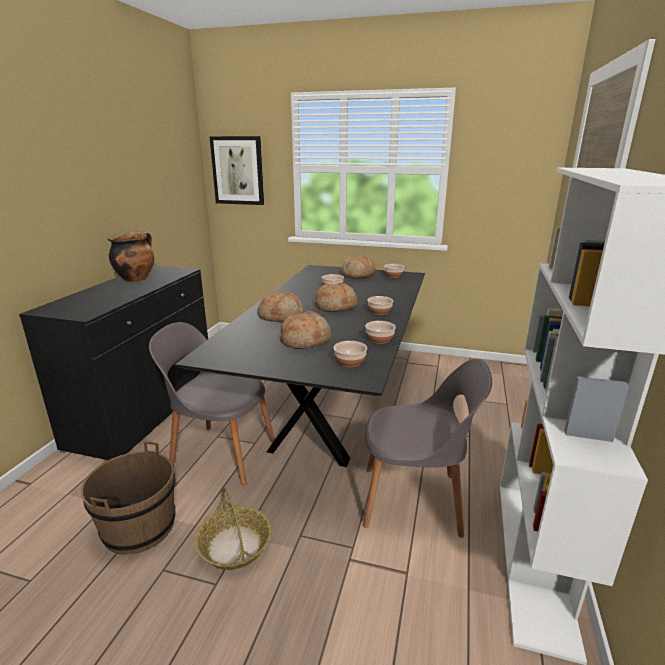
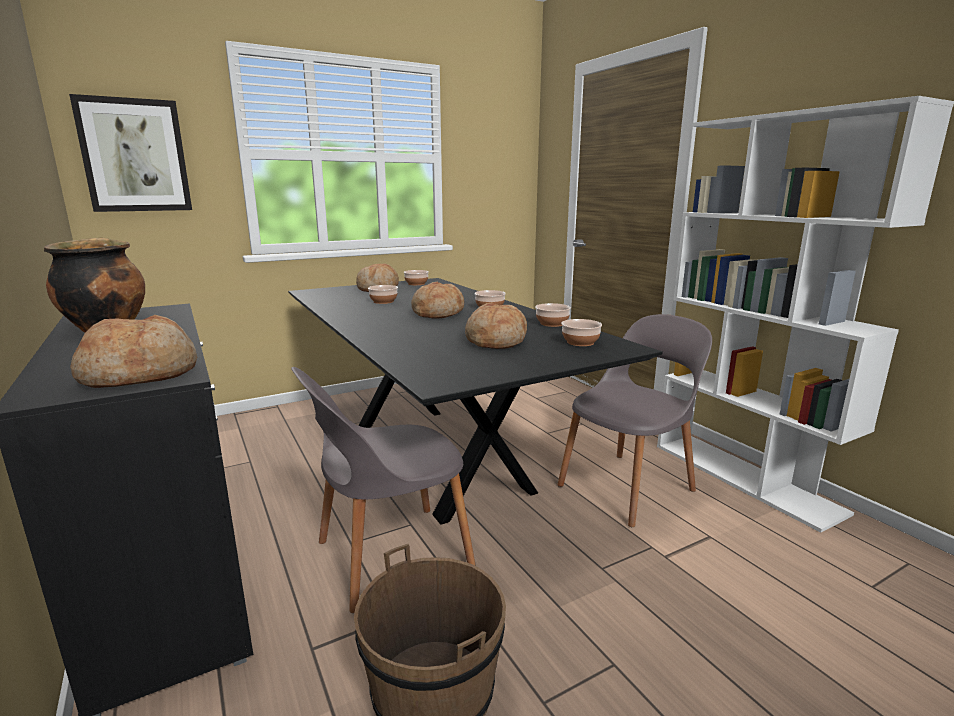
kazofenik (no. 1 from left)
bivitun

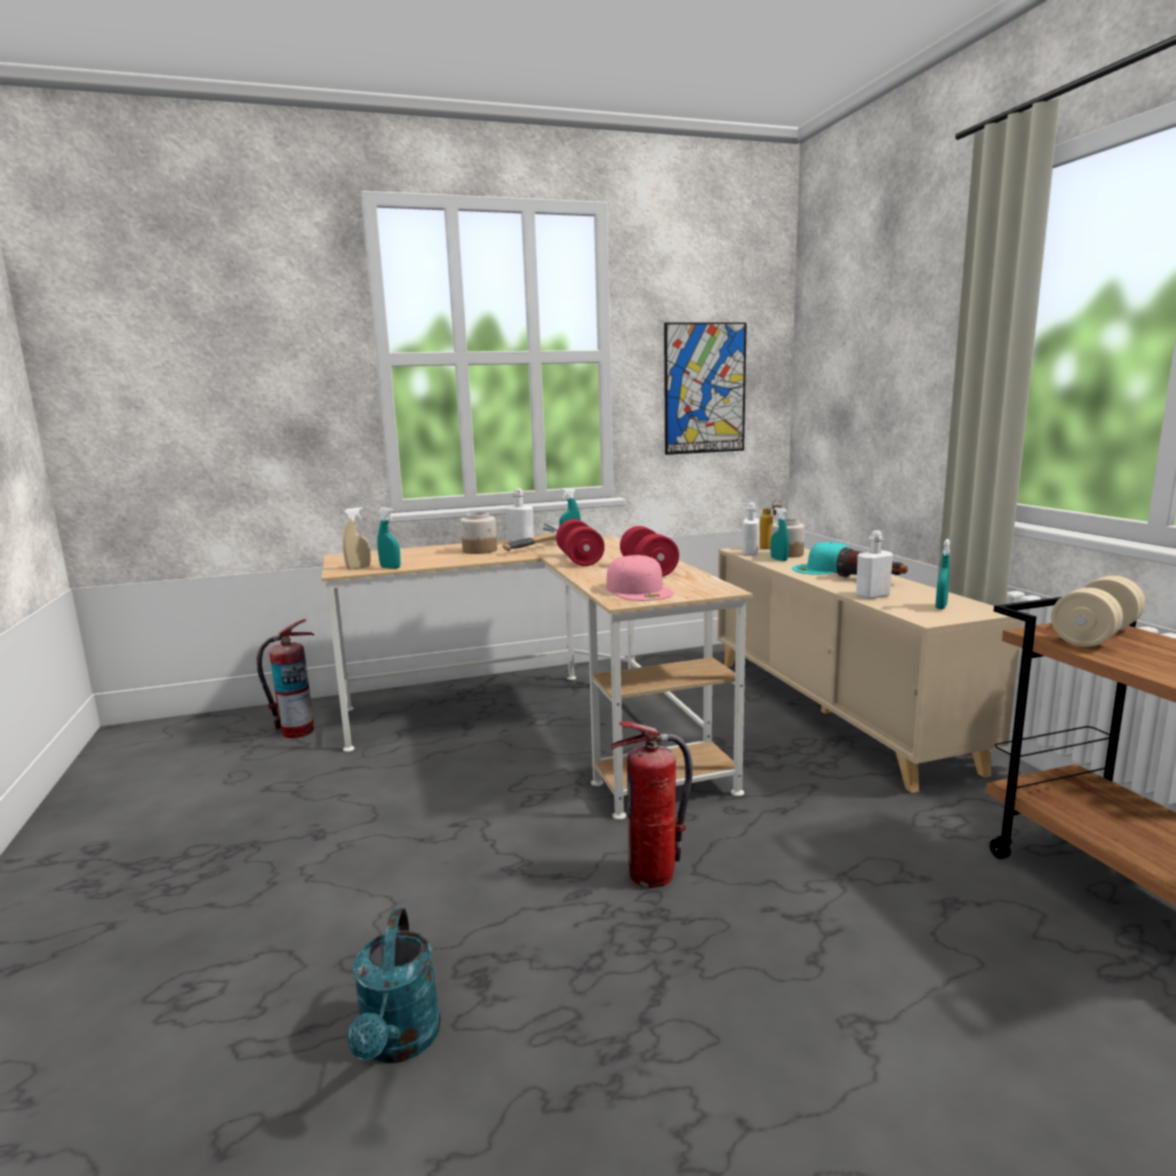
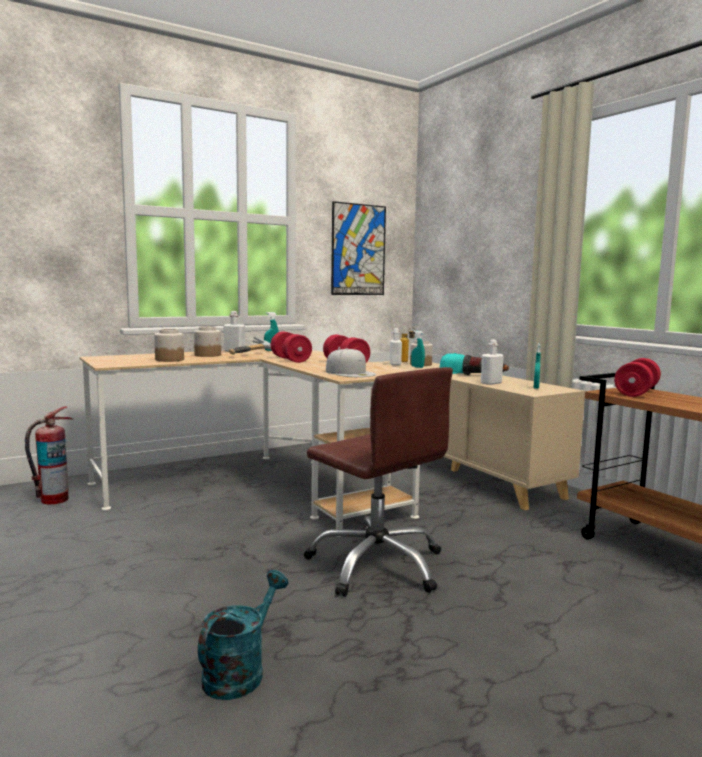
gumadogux (no. 1 from left)
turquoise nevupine
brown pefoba
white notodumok
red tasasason (no. 3 from left)
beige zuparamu
turquoise zuparamu (no. 1 from left in the first image)

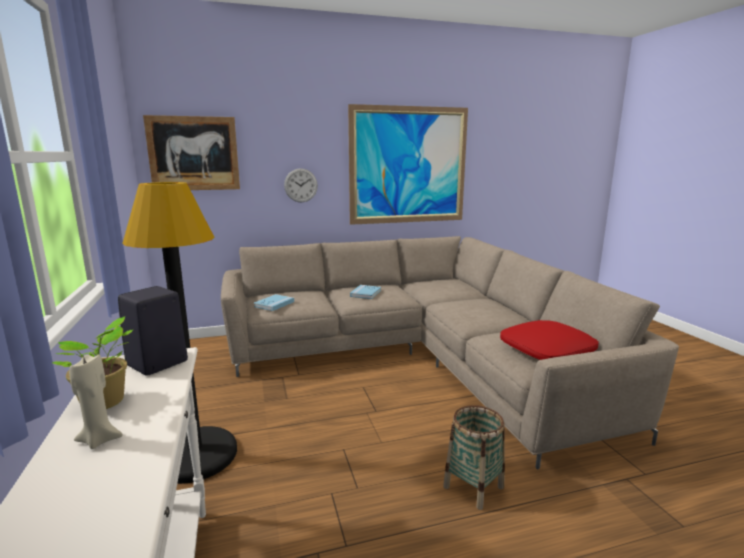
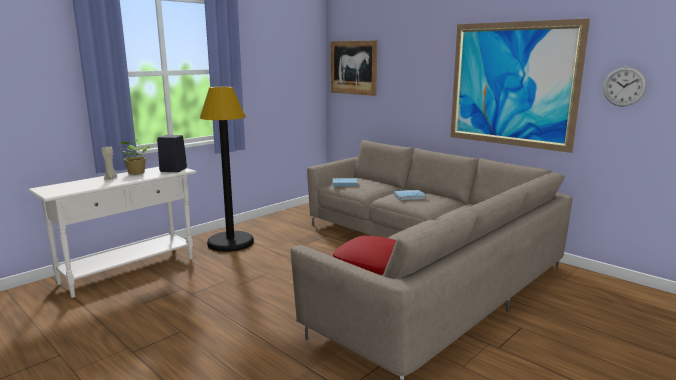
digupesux
bivitun

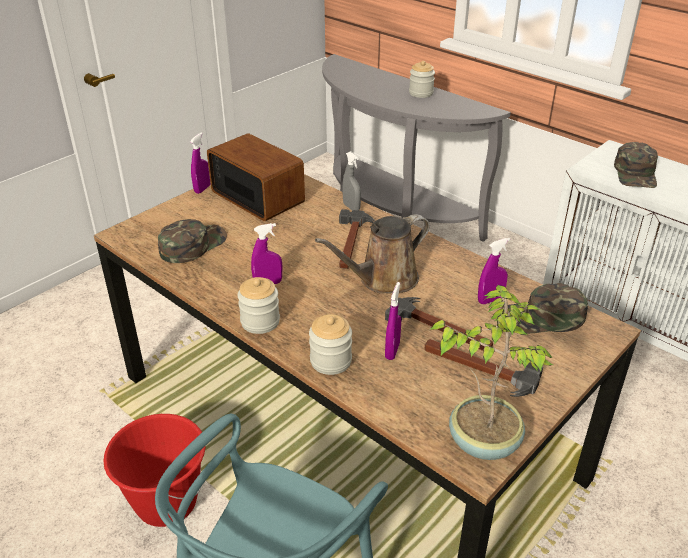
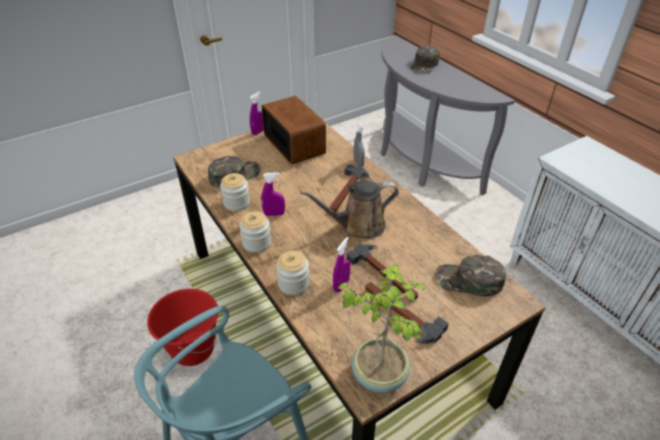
gumadogux (no. 1 from left)
green notodumok (no. 2 from left)
purple zuparamu (no. 4 from left in the first image)

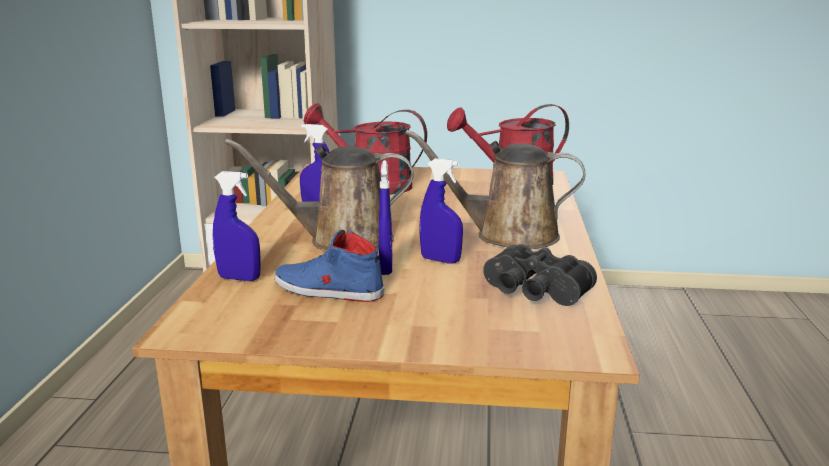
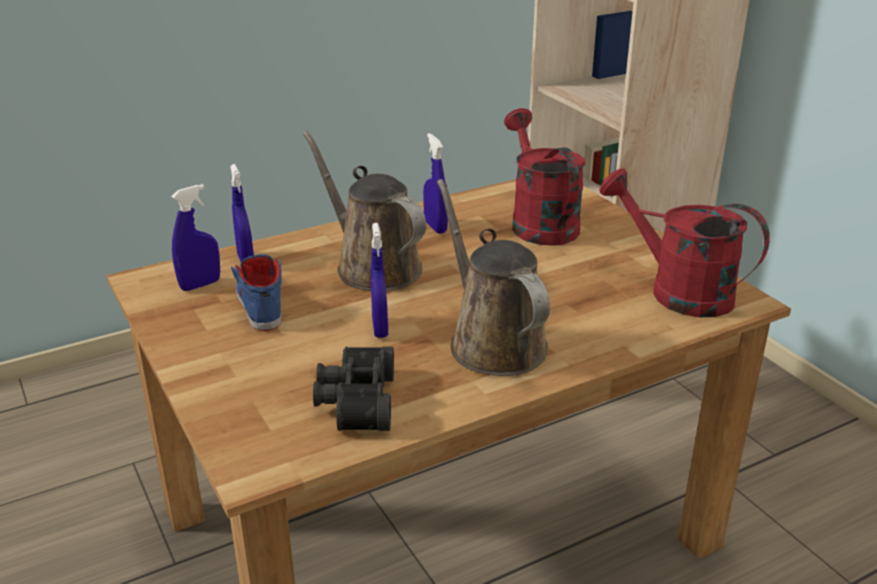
blue zuparamu (no. 1 from left)

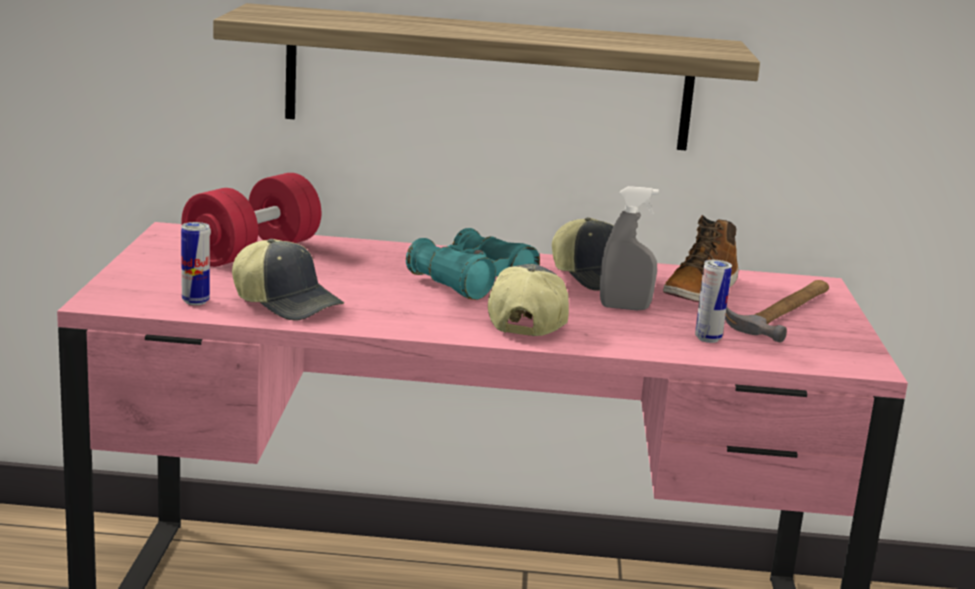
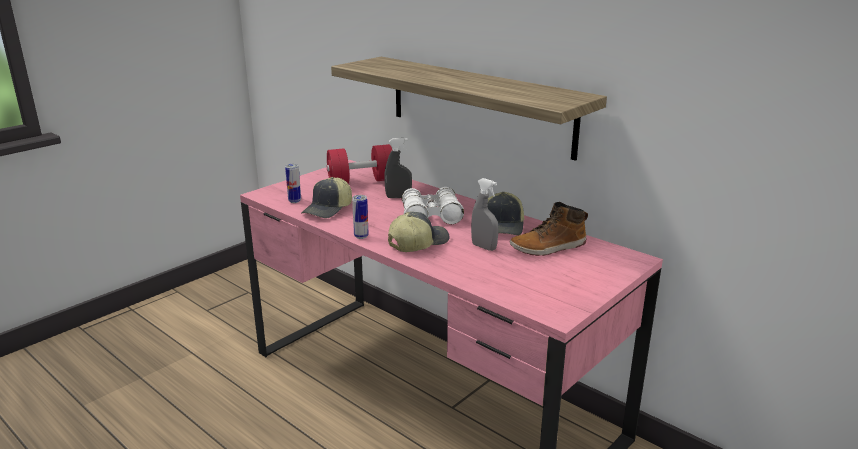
notodumok (no. 1 from left)
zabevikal (no. 2 from left)
grey zuparamu (no. 1 from left)
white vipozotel
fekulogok

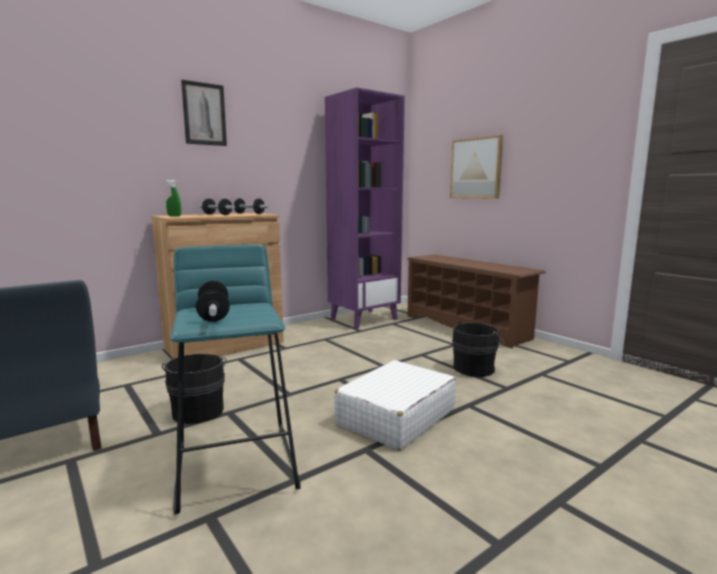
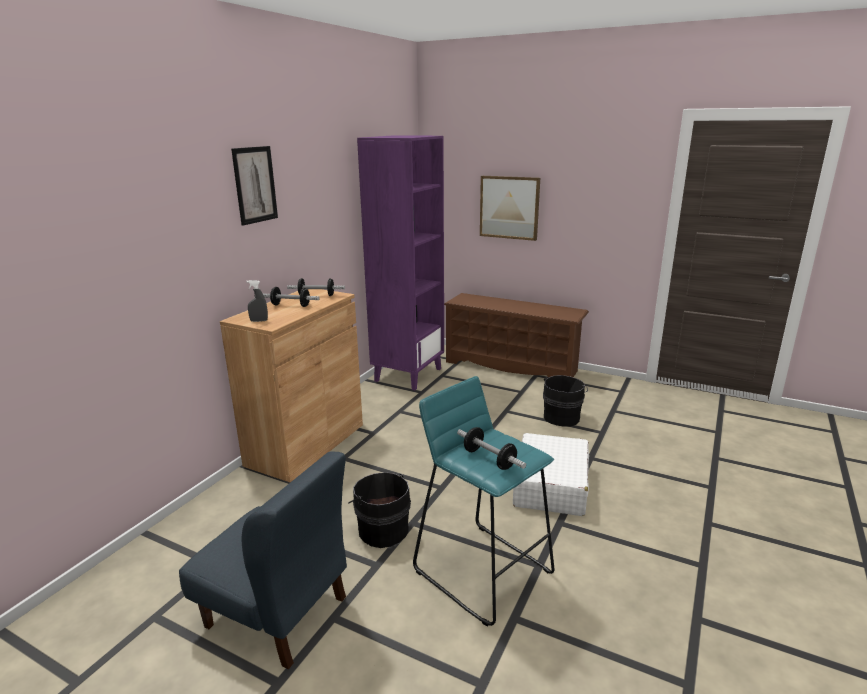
grey zuparamu

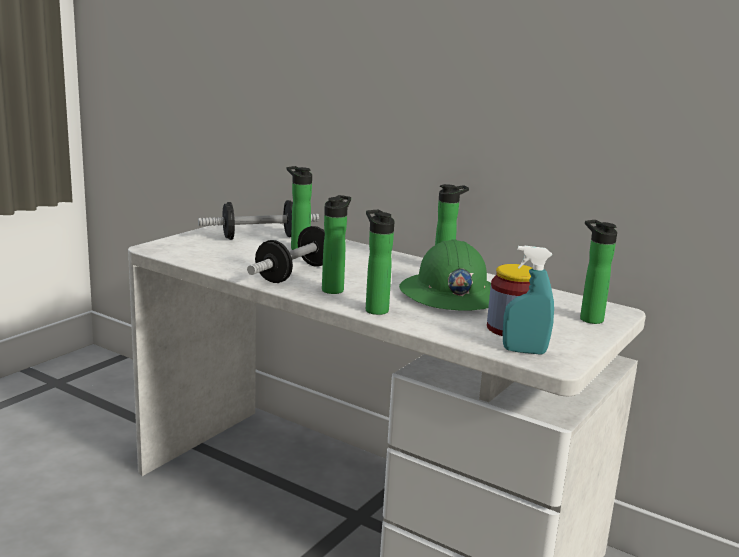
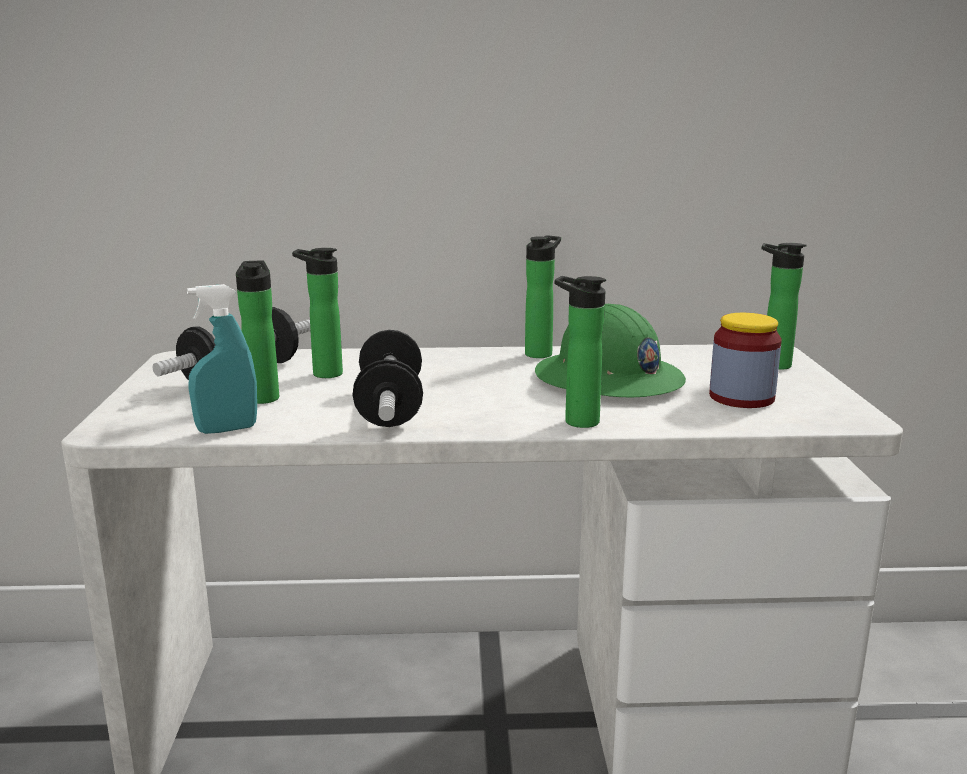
turquoise zuparamu
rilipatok (no. 1 from left)

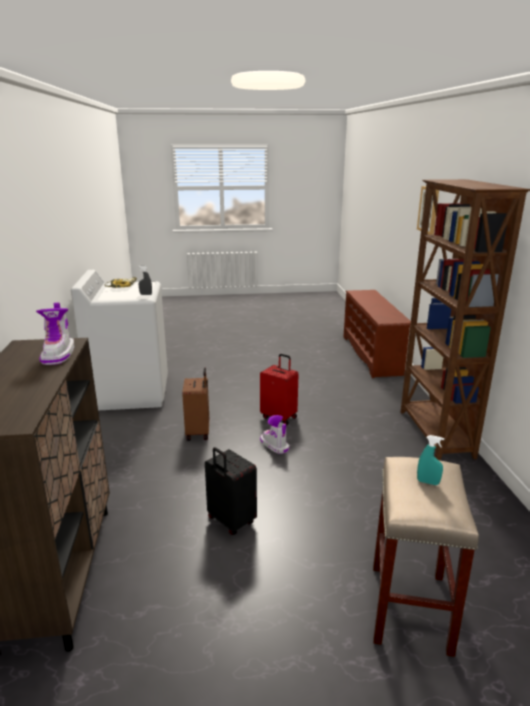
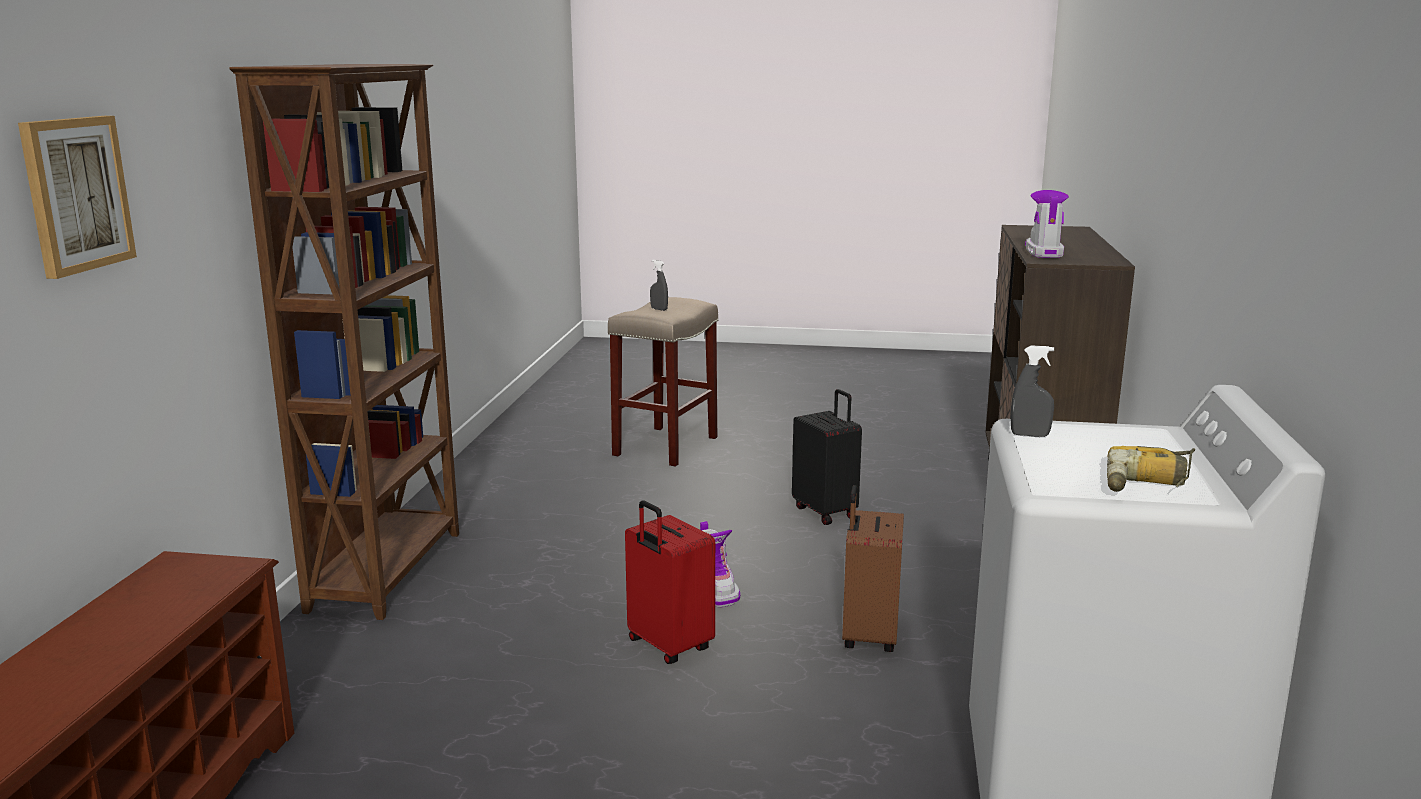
grey zuparamu (no. 1 from left)

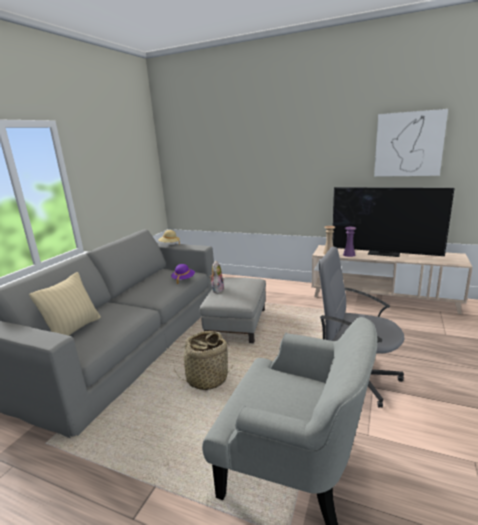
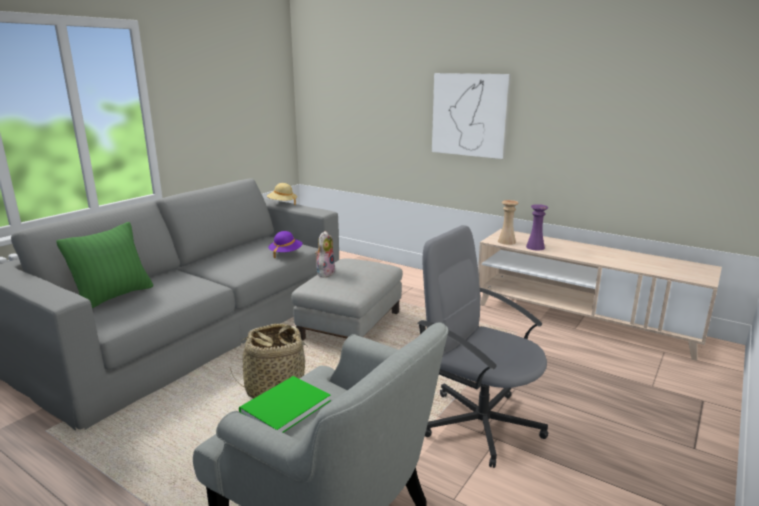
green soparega
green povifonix
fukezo
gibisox

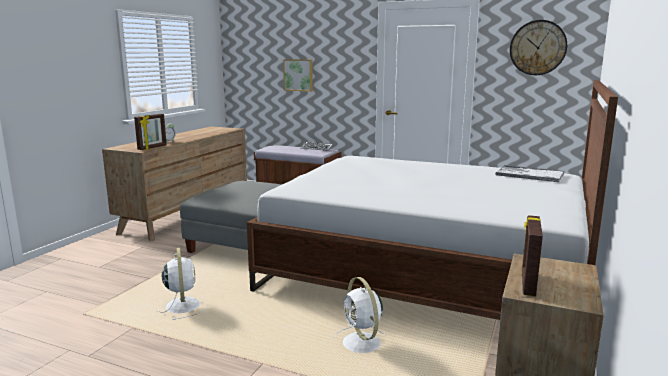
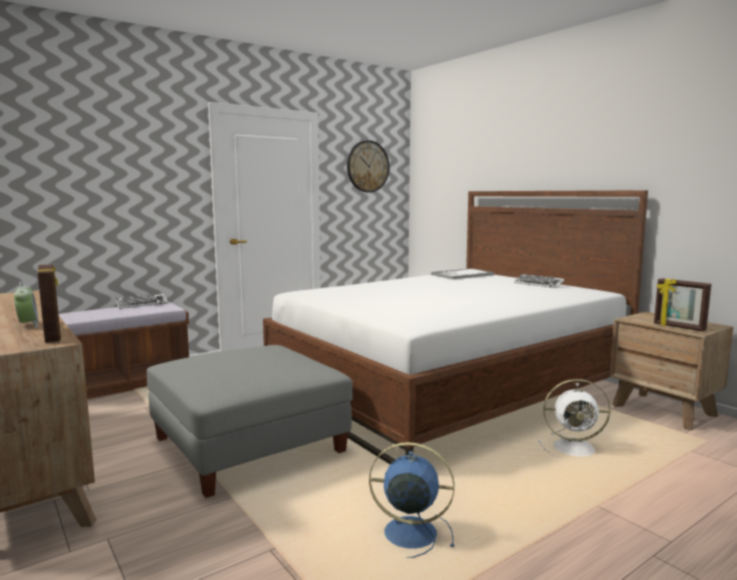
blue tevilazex
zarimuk (no. 2 from left)
fukezo

